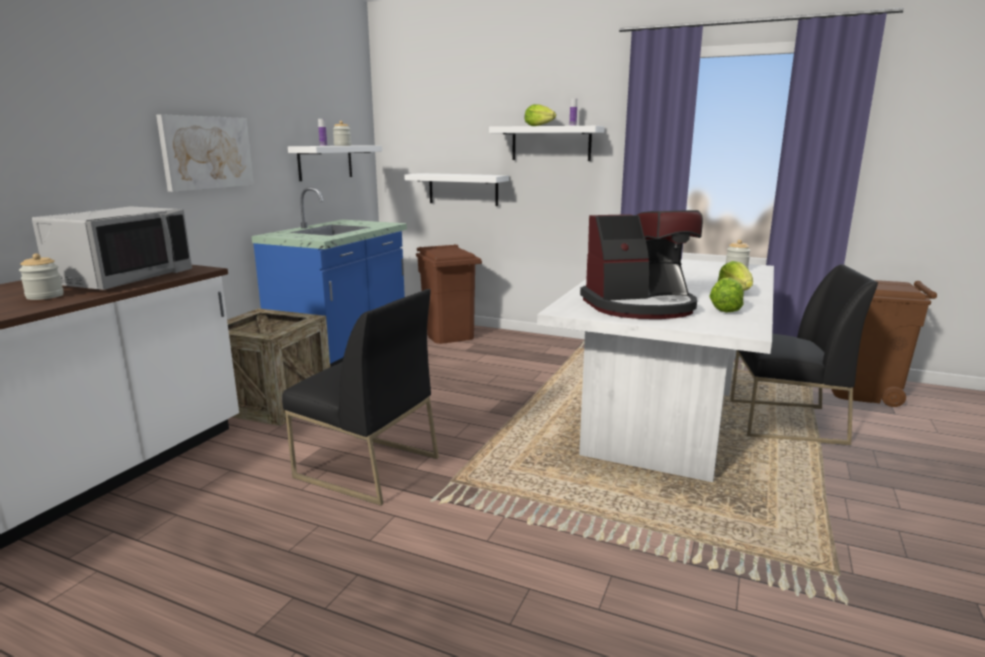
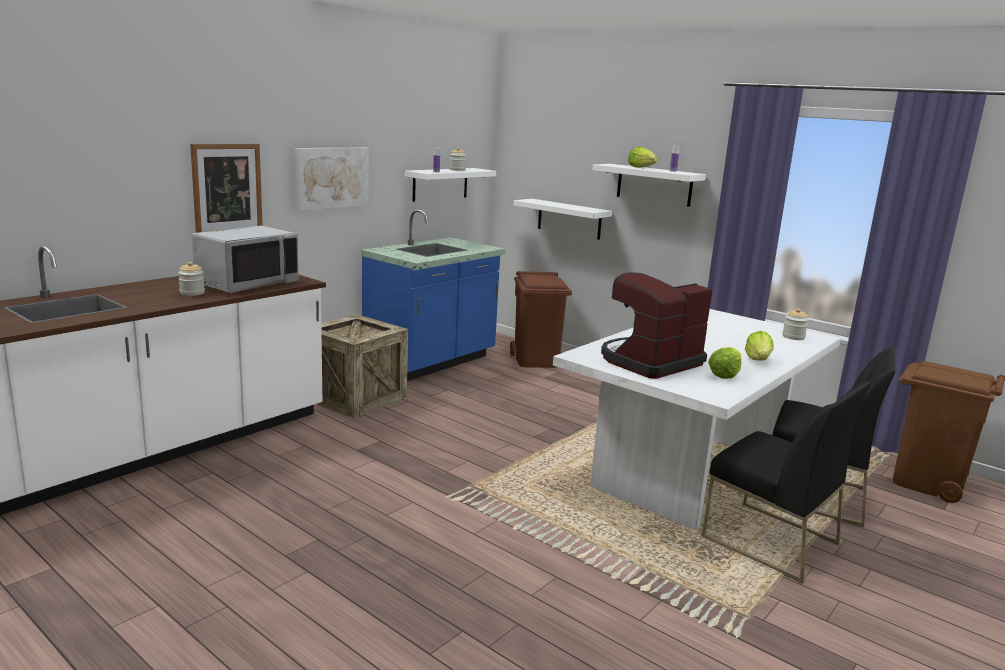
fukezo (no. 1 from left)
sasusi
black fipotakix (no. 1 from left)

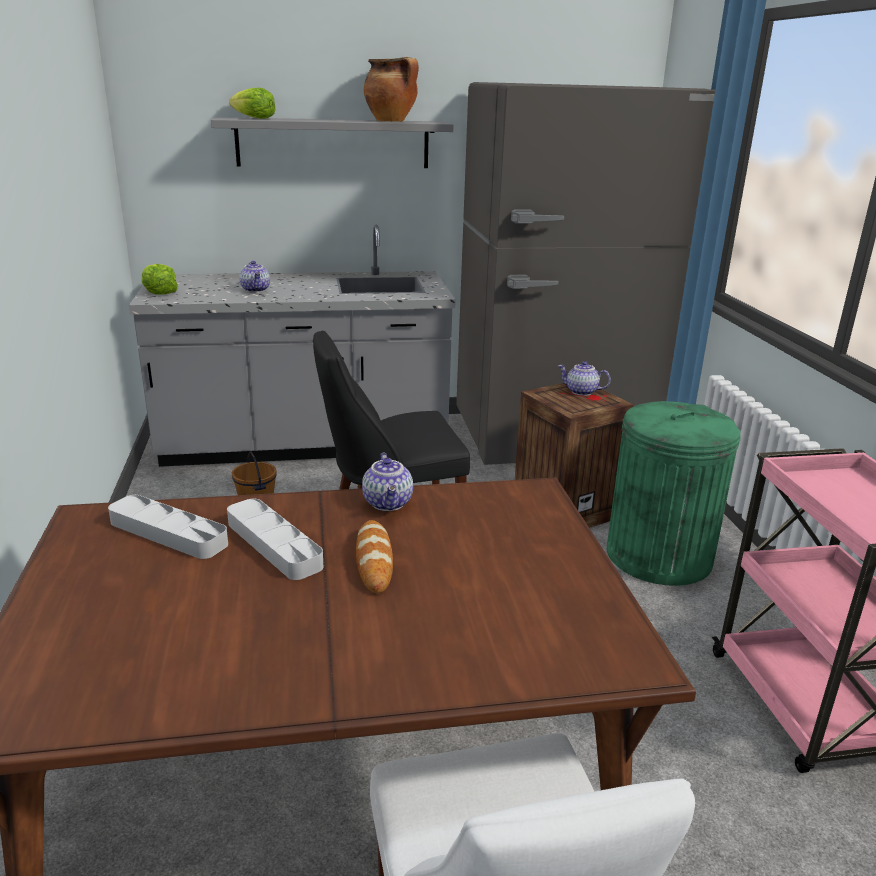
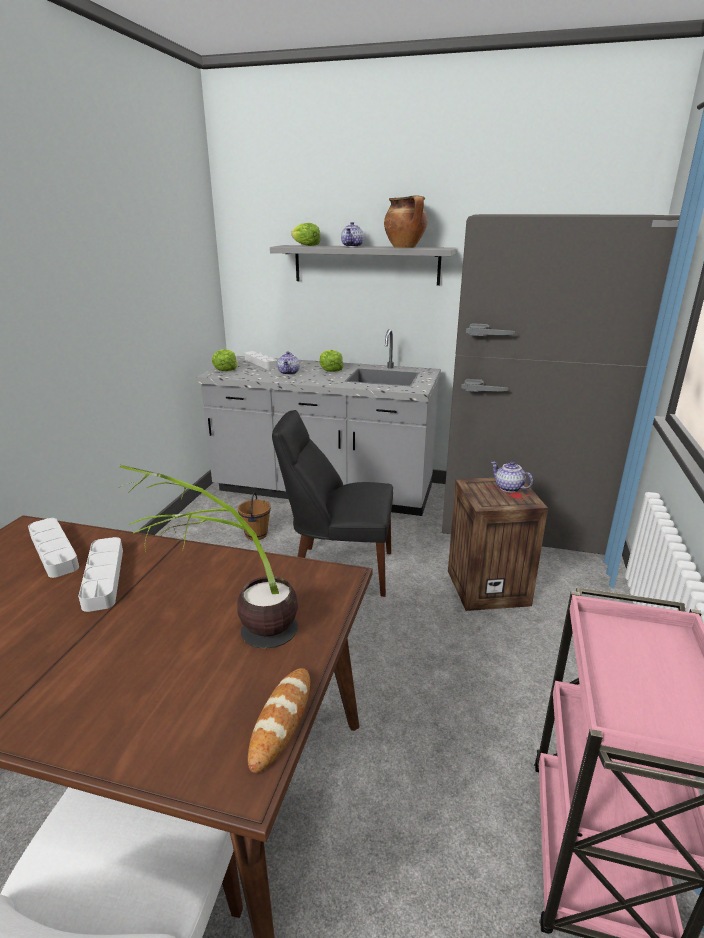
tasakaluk
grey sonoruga (no. 3 from left)
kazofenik
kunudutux (no. 3 from left)
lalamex (no. 2 from left)
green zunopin

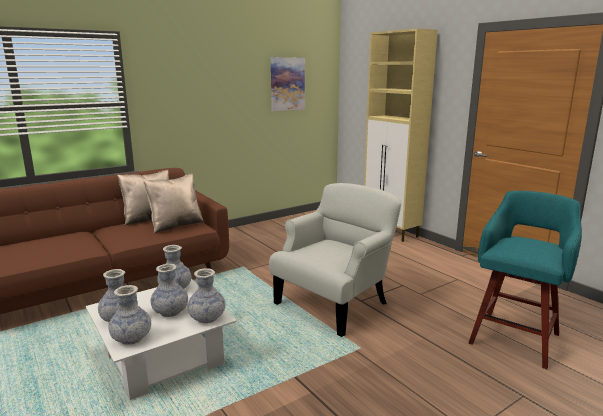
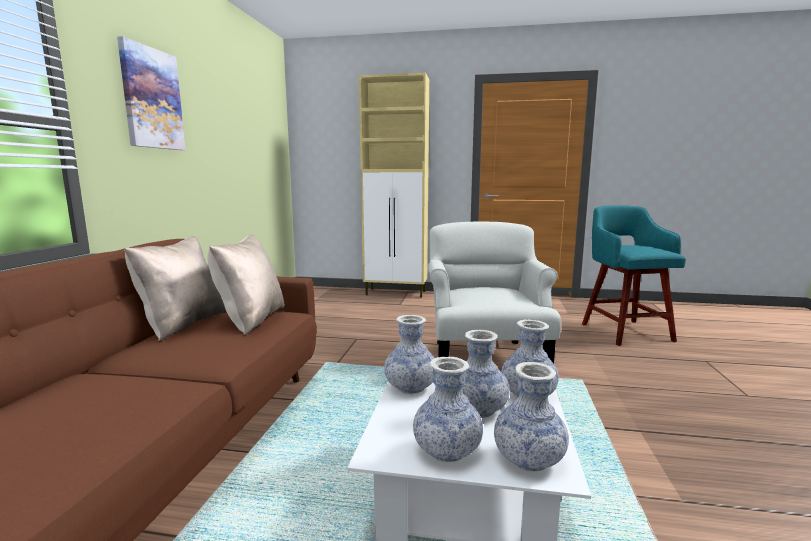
fukezo

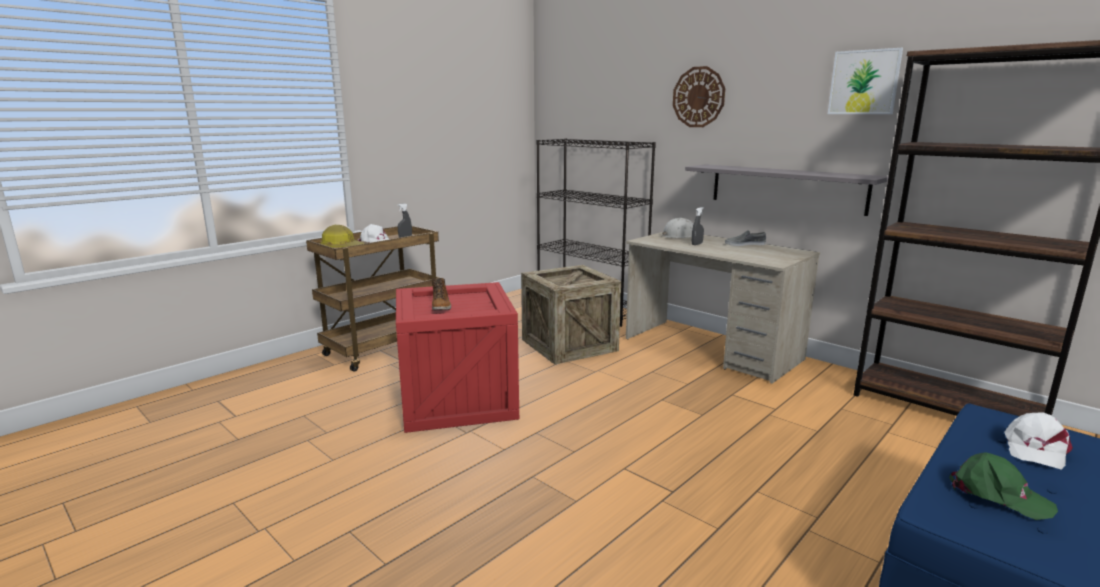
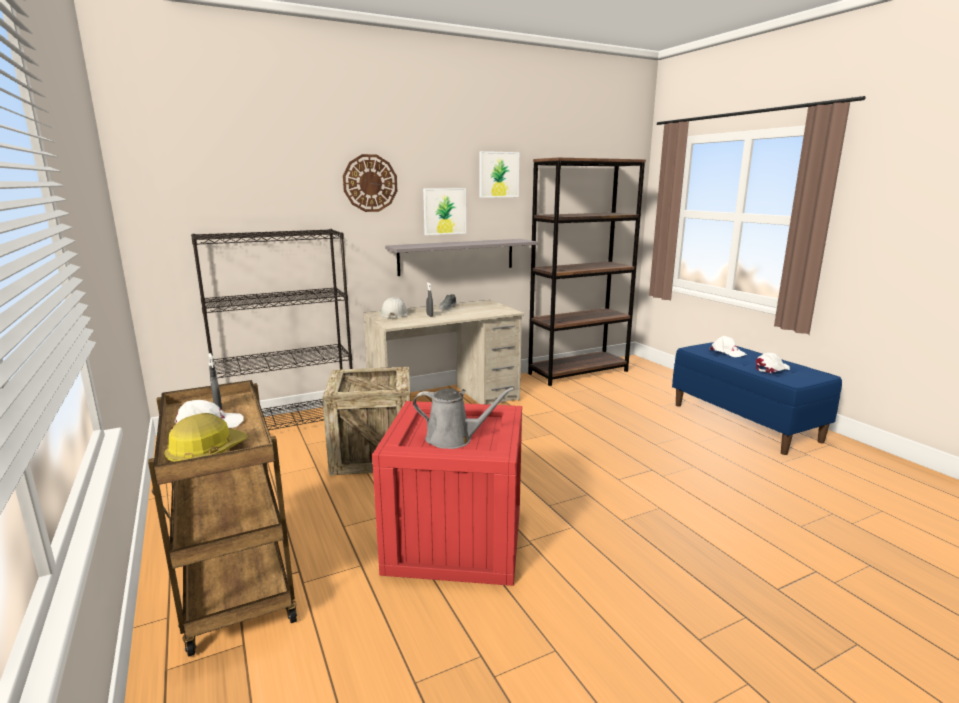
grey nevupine
fukezo (no. 1 from left)
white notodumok (no. 3 from left)

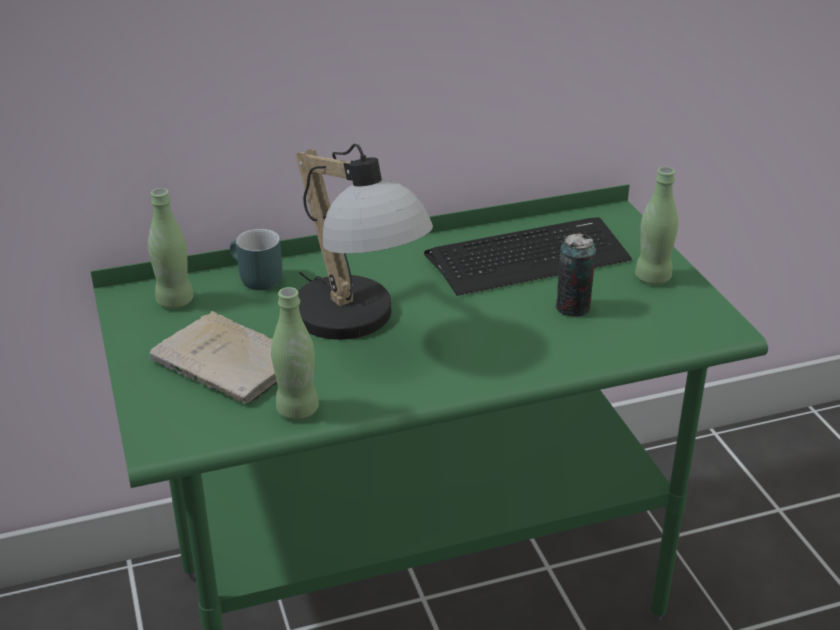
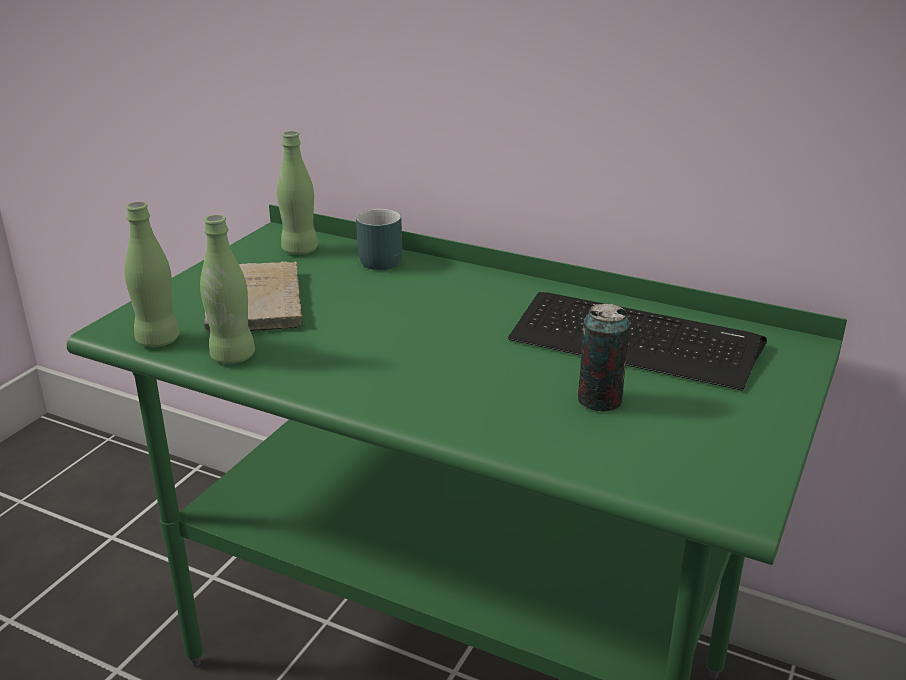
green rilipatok (no. 1 from left)
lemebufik

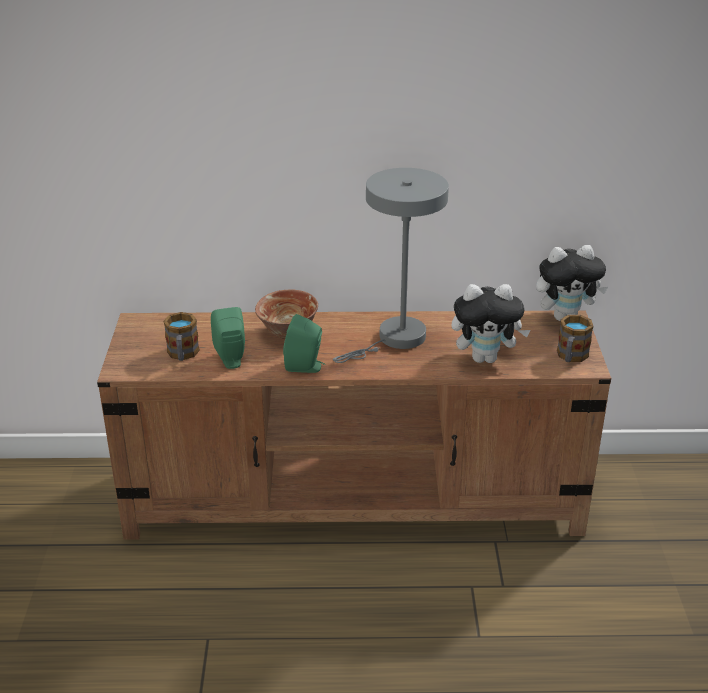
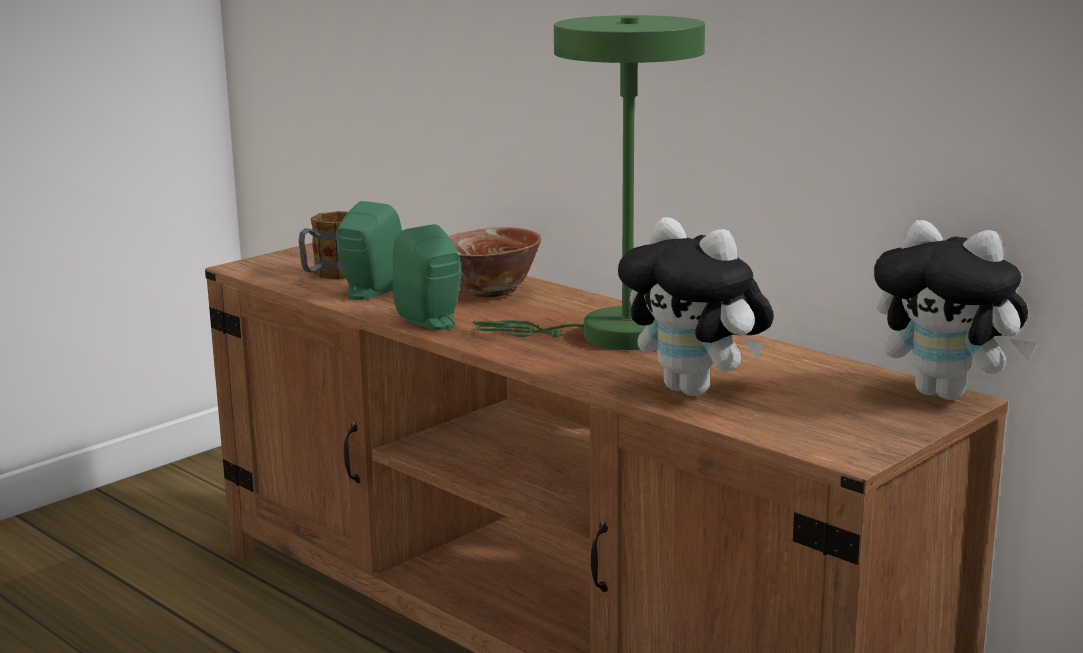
green lemebufik
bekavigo (no. 2 from left in the first image)

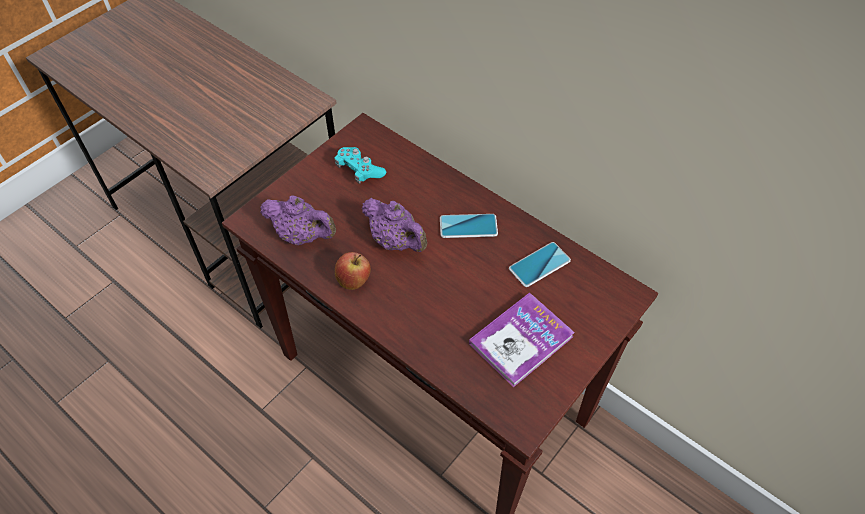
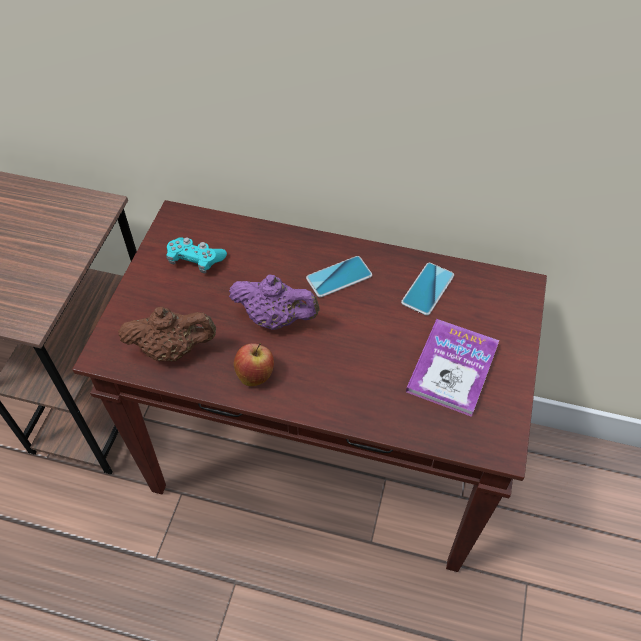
brown lalamex

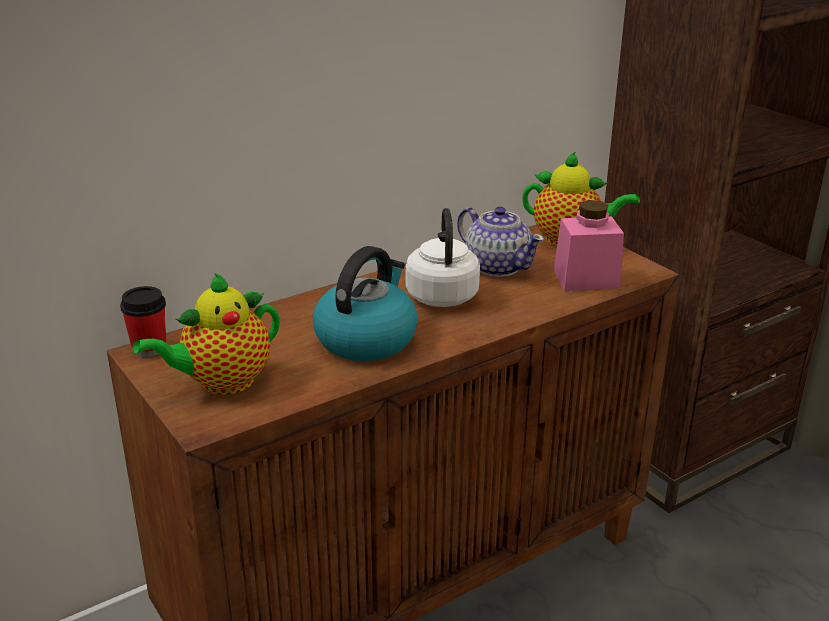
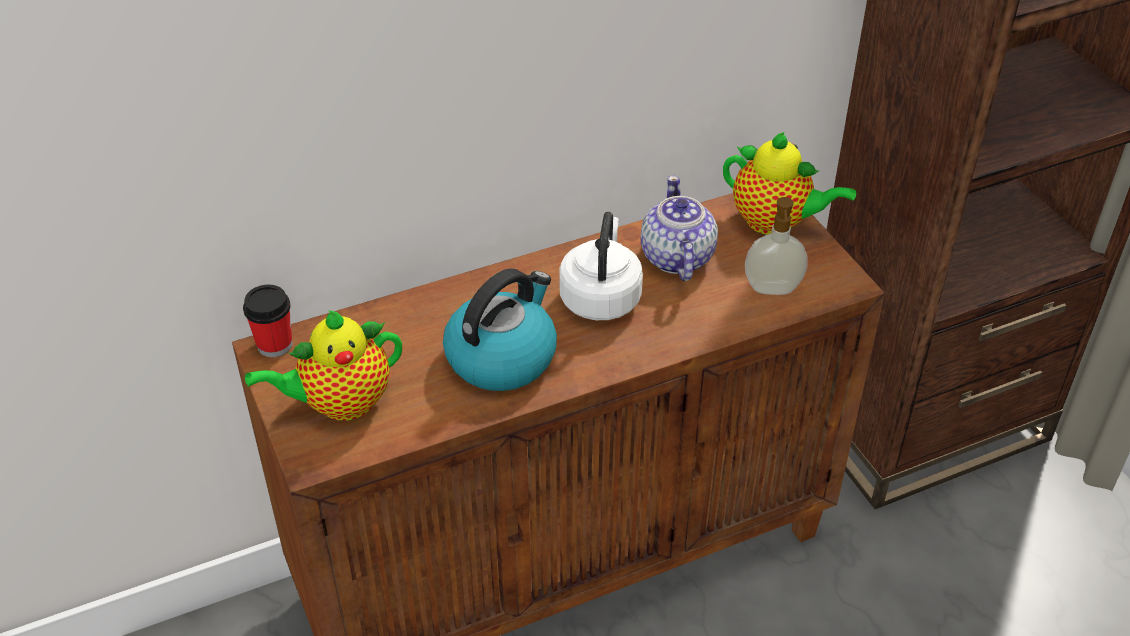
lalamex (no. 2 from left)
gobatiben

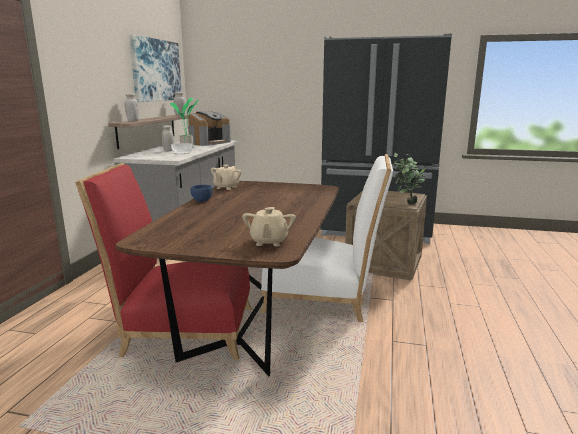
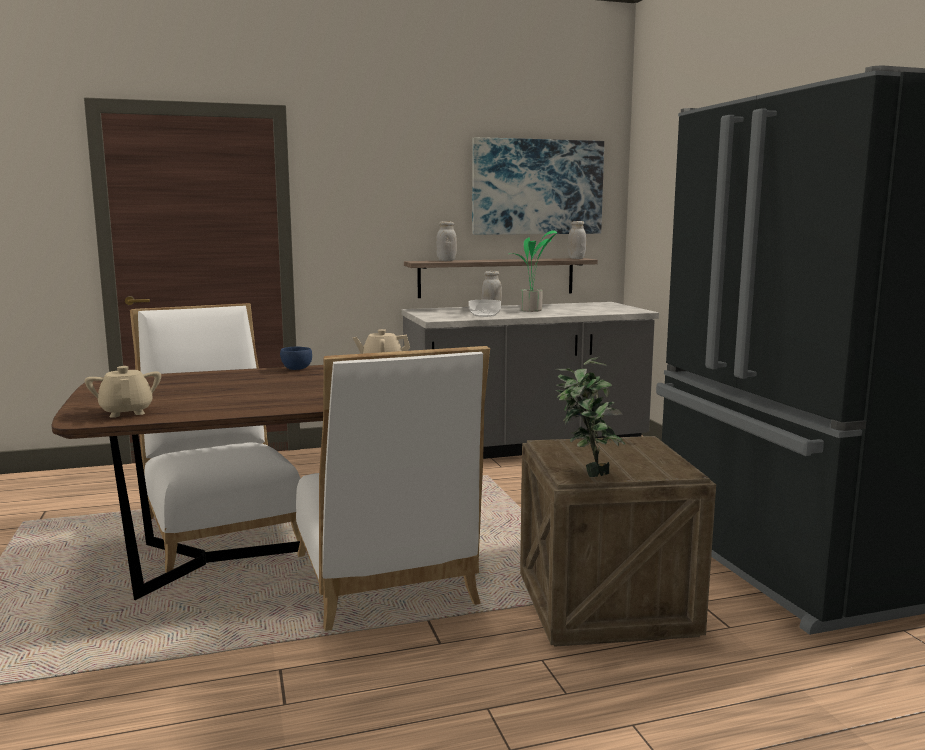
beige lalamex (no. 1 from left)
white fipotakix (no. 1 from left)
sasusi

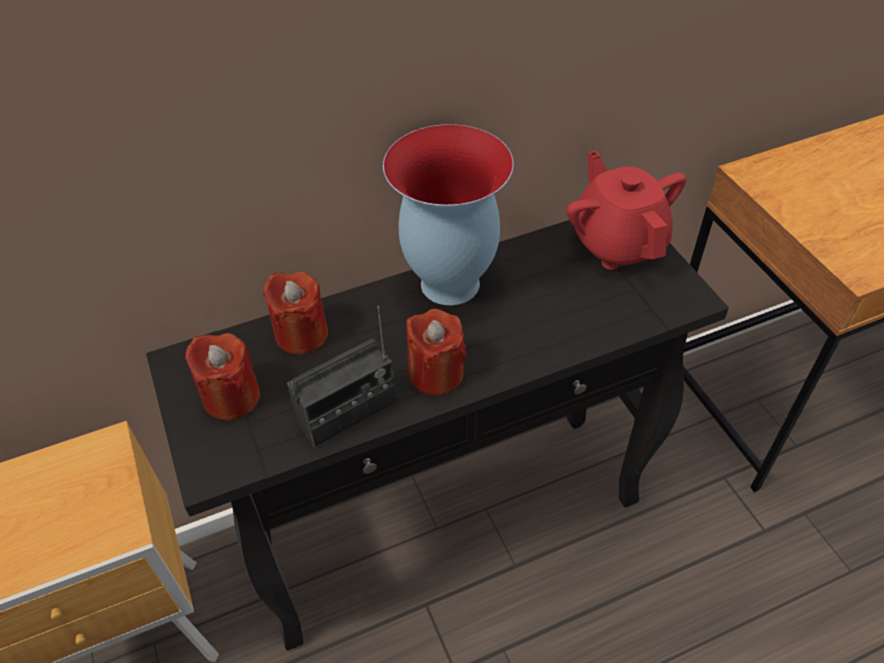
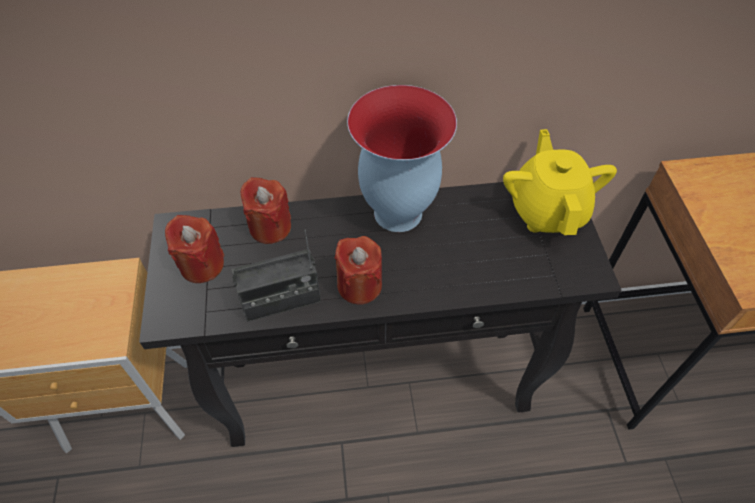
yellow lalamex

